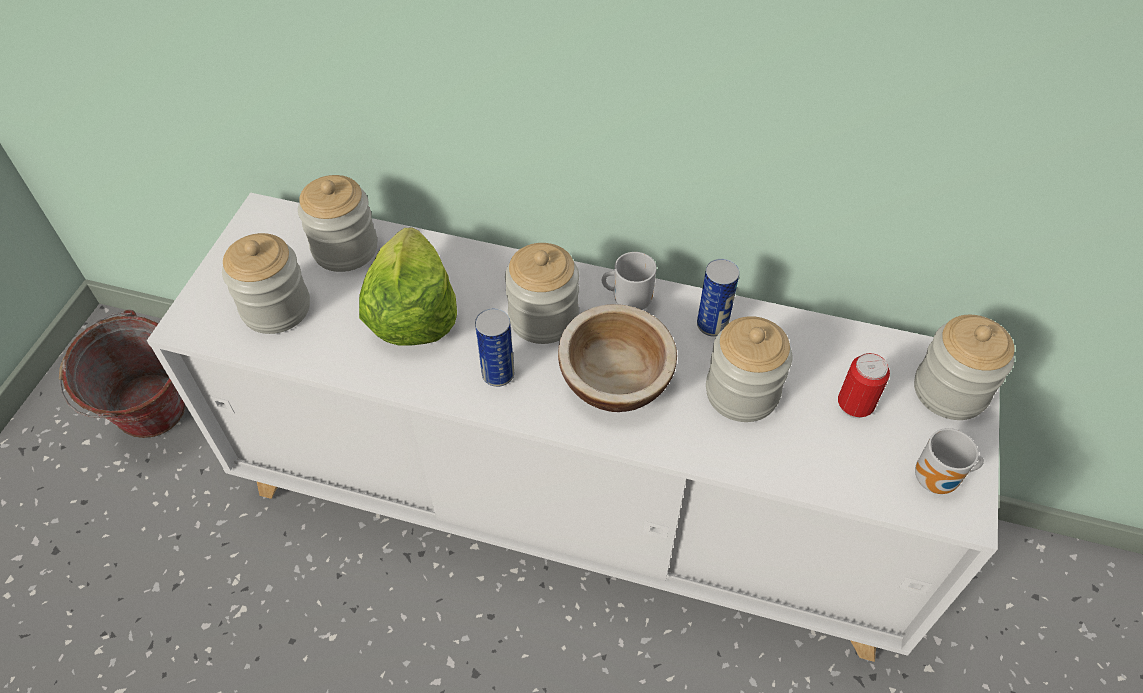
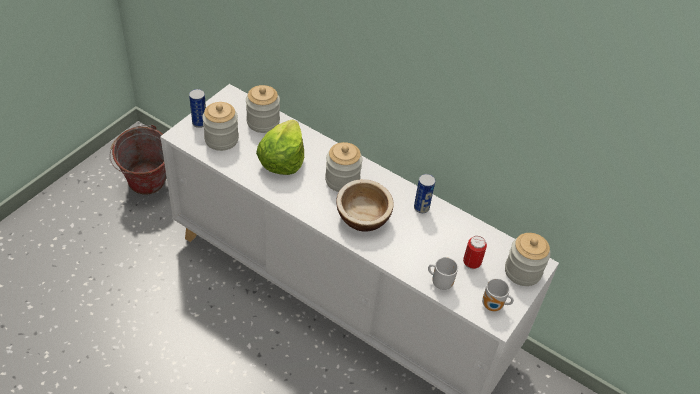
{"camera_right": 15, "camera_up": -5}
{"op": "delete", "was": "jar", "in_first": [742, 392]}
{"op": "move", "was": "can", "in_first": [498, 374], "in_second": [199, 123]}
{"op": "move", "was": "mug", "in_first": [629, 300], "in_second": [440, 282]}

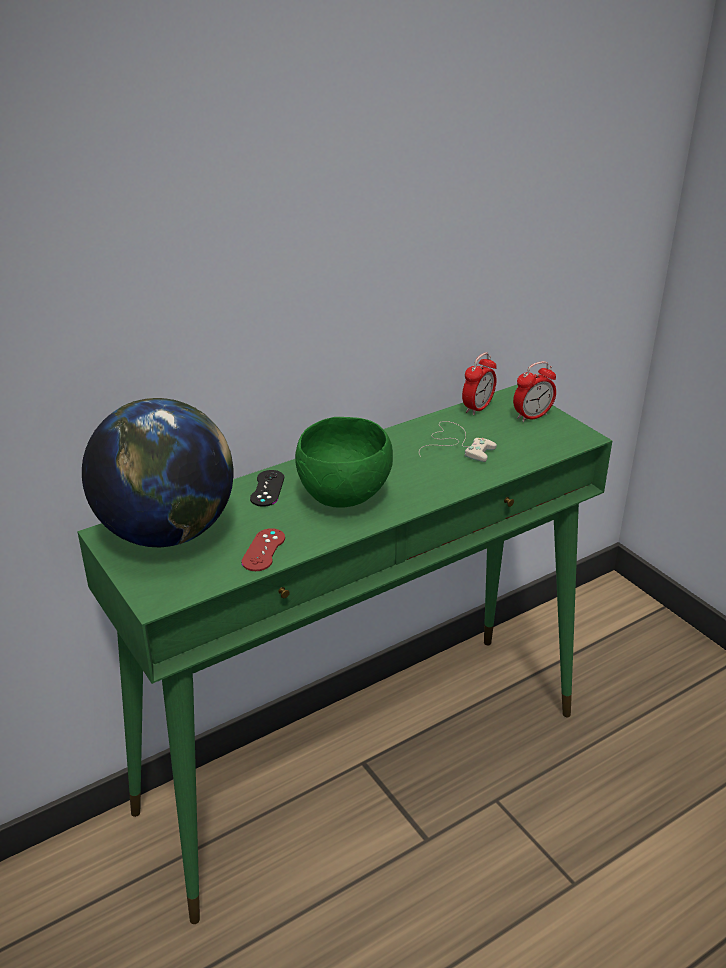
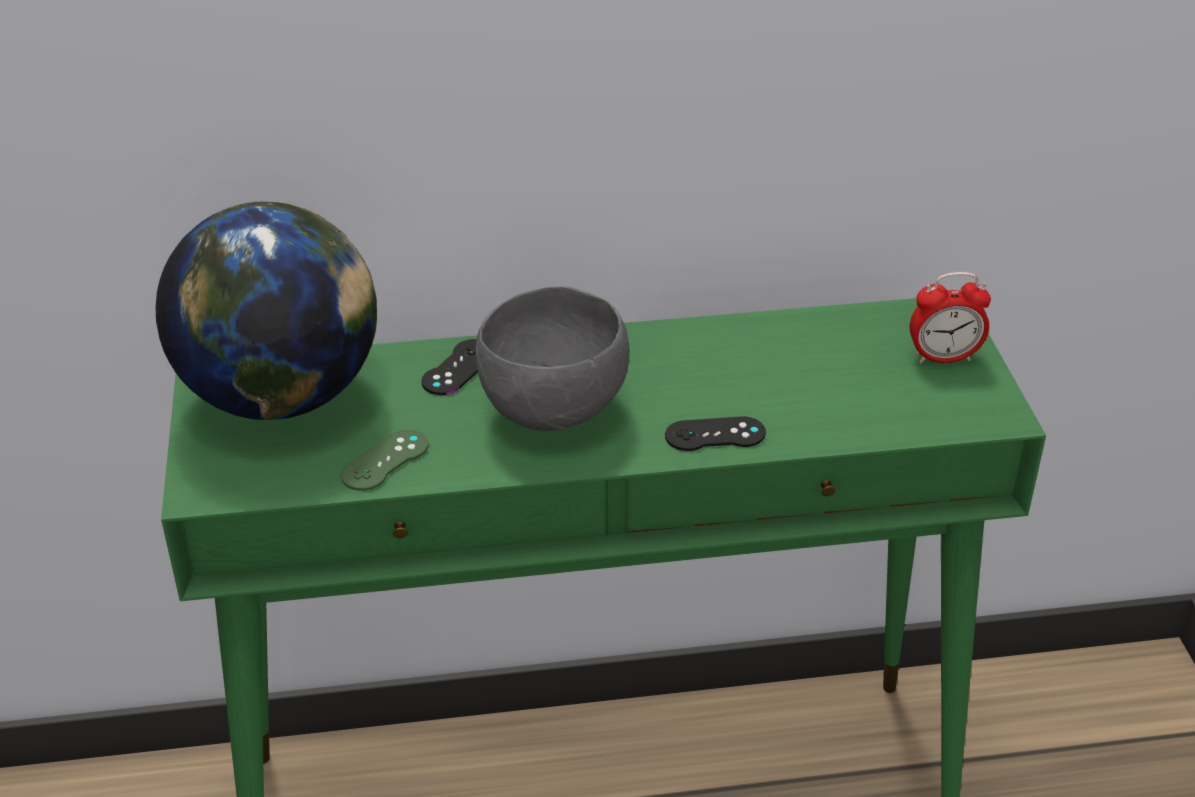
{"camera_right": 25, "camera_up": 5}
{"op": "delete", "was": "white_game_controller", "in_first": [456, 444]}
{"op": "delete", "was": "alarm_clock", "in_first": [478, 408]}
{"op": "insert", "now": "black_game_controller", "in_second": [715, 434]}
{"op": "recolor", "was": "red_game_controller", "now": "green_game_controller", "in_first": [263, 550], "in_second": [385, 461]}
{"op": "recolor", "was": "green_bowl", "now": "grey_bowl", "in_first": [345, 496], "in_second": [556, 411]}

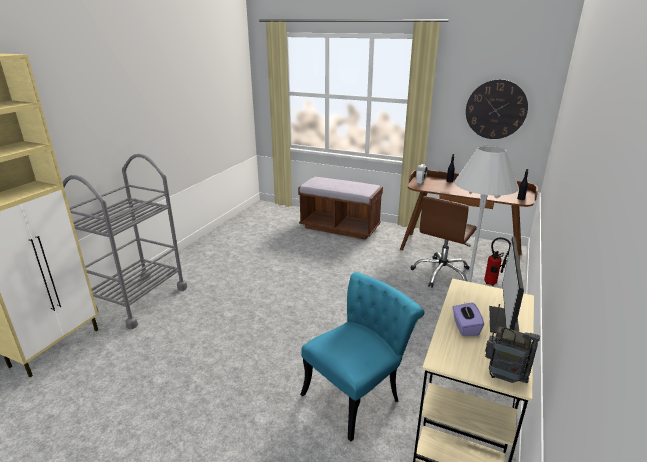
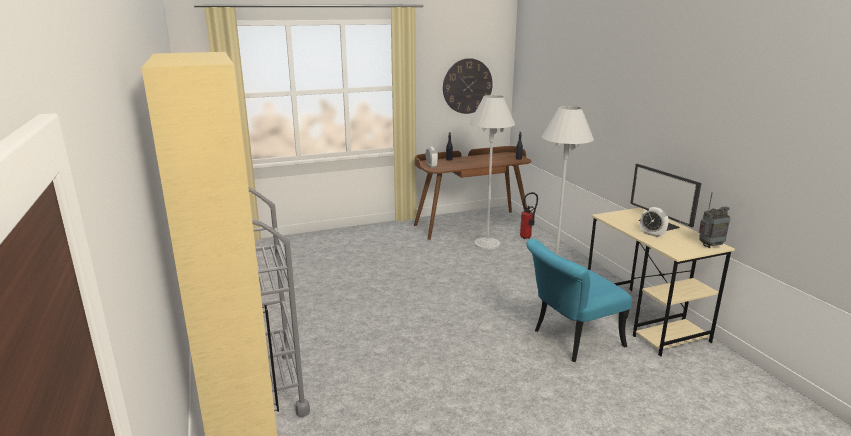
{"camera_right": -45, "camera_up": -5}
{"op": "delete", "was": "brown_bench", "in_first": [340, 227]}
{"op": "replace", "was": "brown_office_chair", "now": "white_floor_lamp", "in_first": [442, 273], "in_second": [487, 244]}
{"op": "replace", "was": "purple_tissue_box", "now": "alarm_clock", "in_first": [465, 327], "in_second": [652, 234]}
{"op": "rotate", "was": "turquoise_chair", "in_first": [358, 393], "in_second": [570, 340], "clockwise": -120}

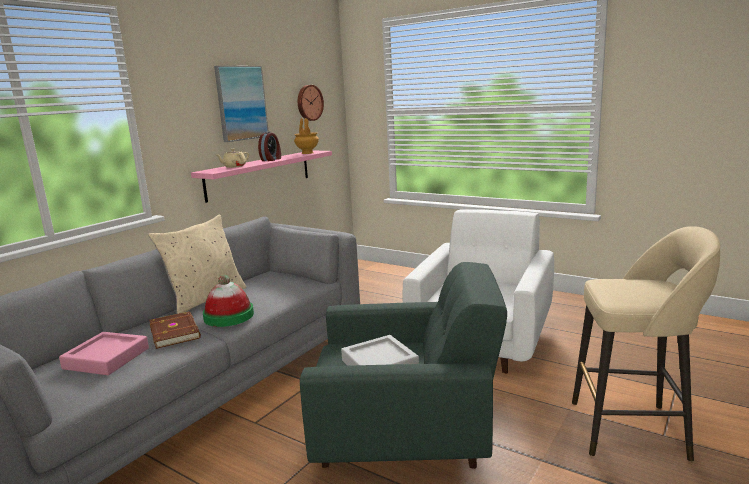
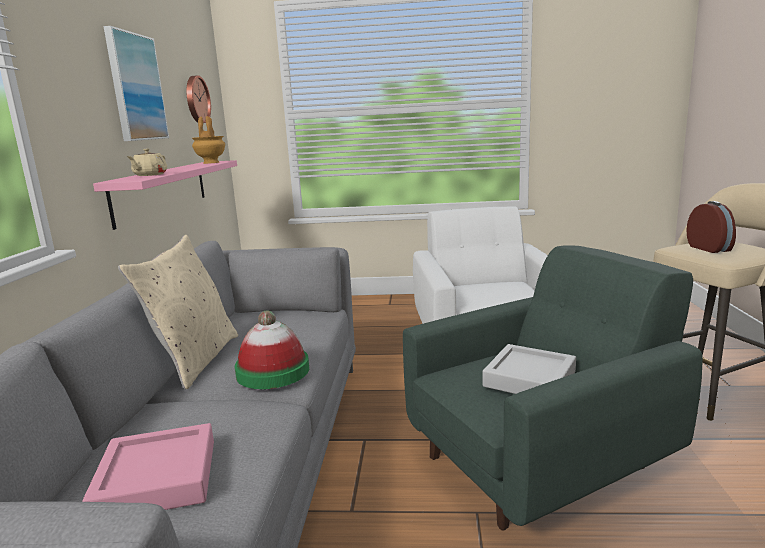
{"camera_right": -30, "camera_up": 0}
{"op": "delete", "was": "brown_book", "in_first": [176, 332]}
{"op": "move", "was": "alarm_clock", "in_first": [271, 159], "in_second": [710, 248]}

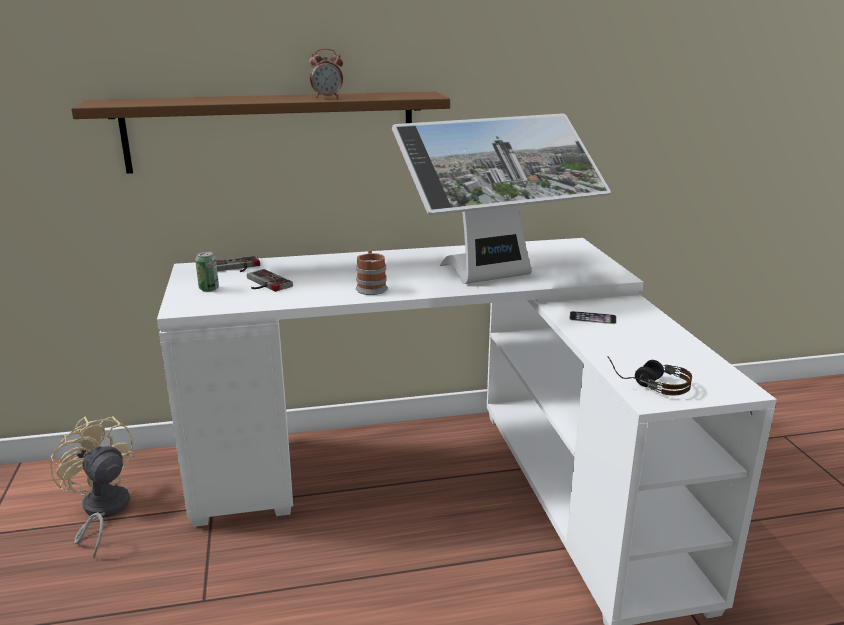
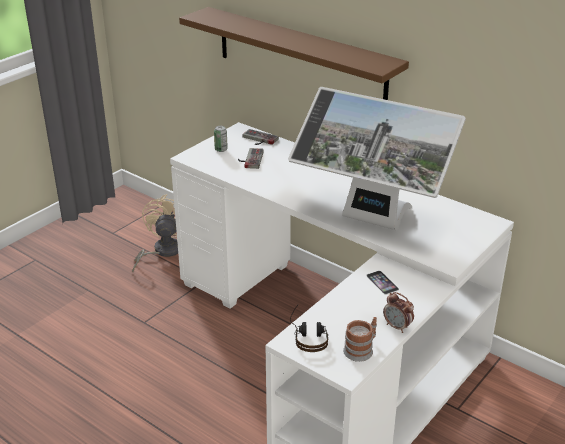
{"camera_right": 50, "camera_up": 10}
{"op": "move", "was": "alarm_clock", "in_first": [327, 97], "in_second": [397, 327]}
{"op": "move", "was": "mug", "in_first": [371, 287], "in_second": [361, 349]}

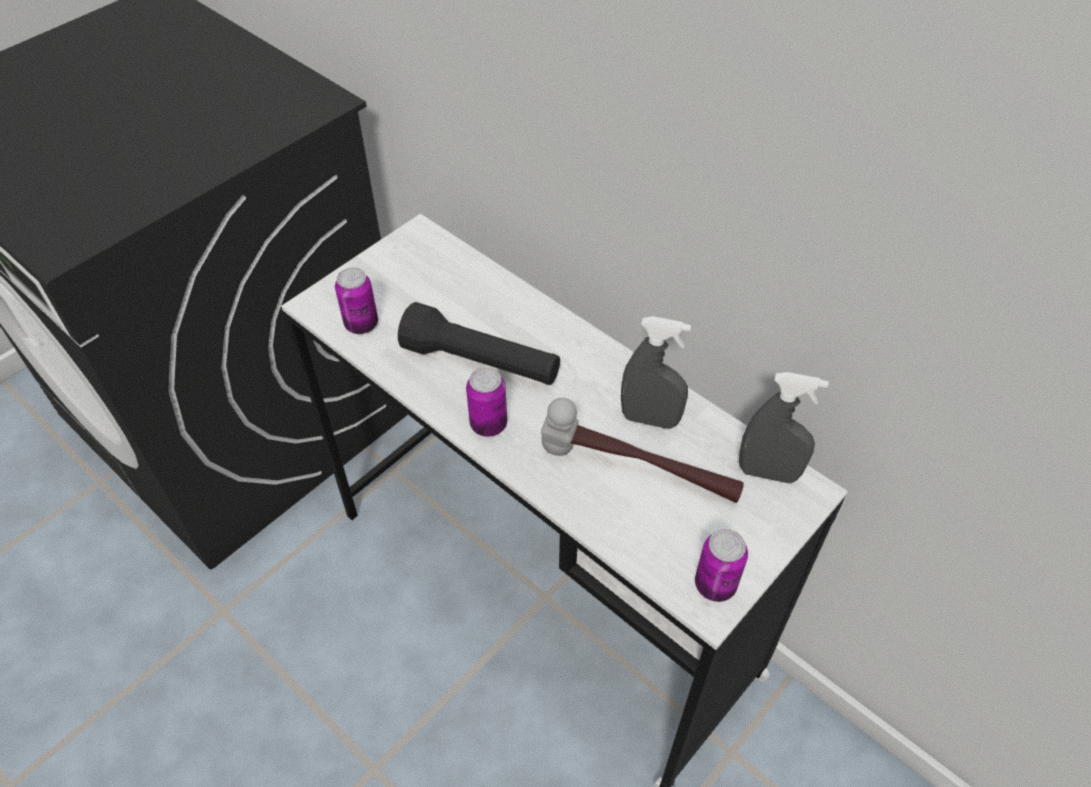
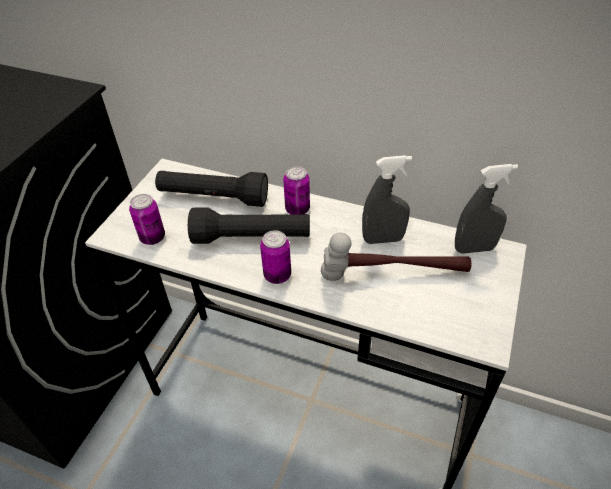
{"camera_right": -20, "camera_up": -5}
{"op": "insert", "now": "black_flashlight", "in_second": [213, 197]}
{"op": "move", "was": "can", "in_first": [715, 585], "in_second": [297, 209]}

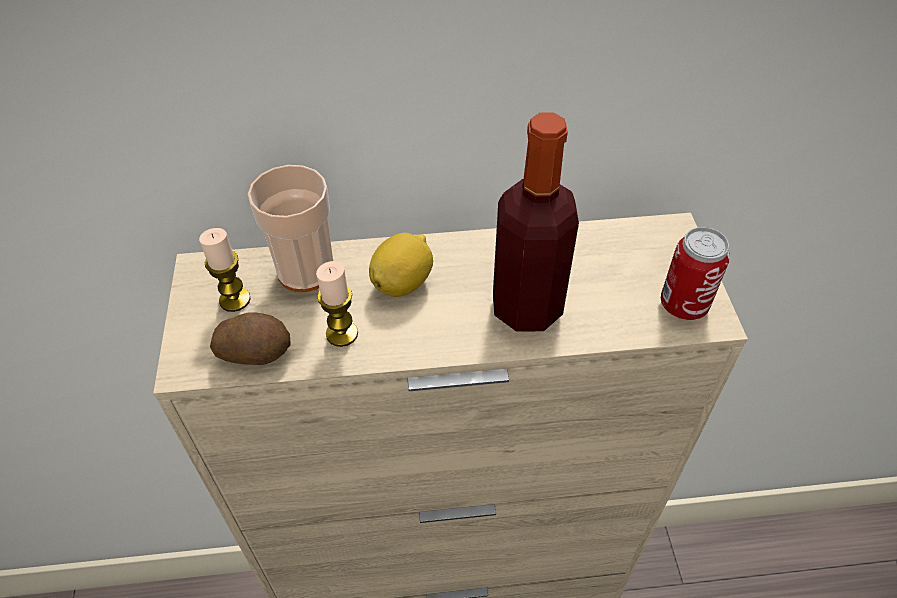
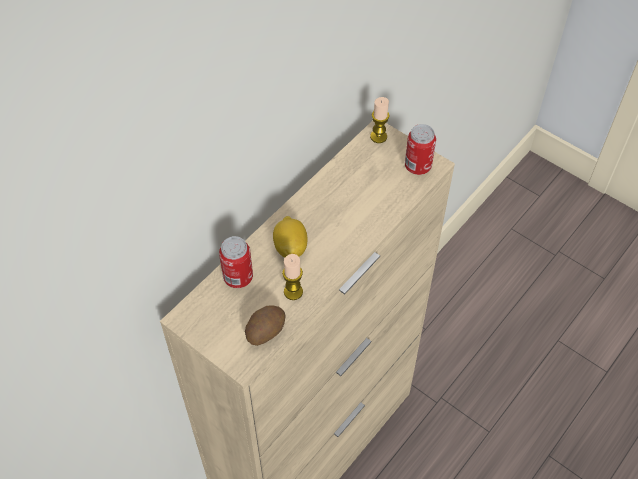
{"camera_right": -45, "camera_up": 5}
{"op": "delete", "was": "bottle", "in_first": [527, 308]}
{"op": "move", "was": "candle", "in_first": [235, 300], "in_second": [378, 136]}
{"op": "replace", "was": "cup", "now": "can", "in_first": [305, 271], "in_second": [238, 277]}

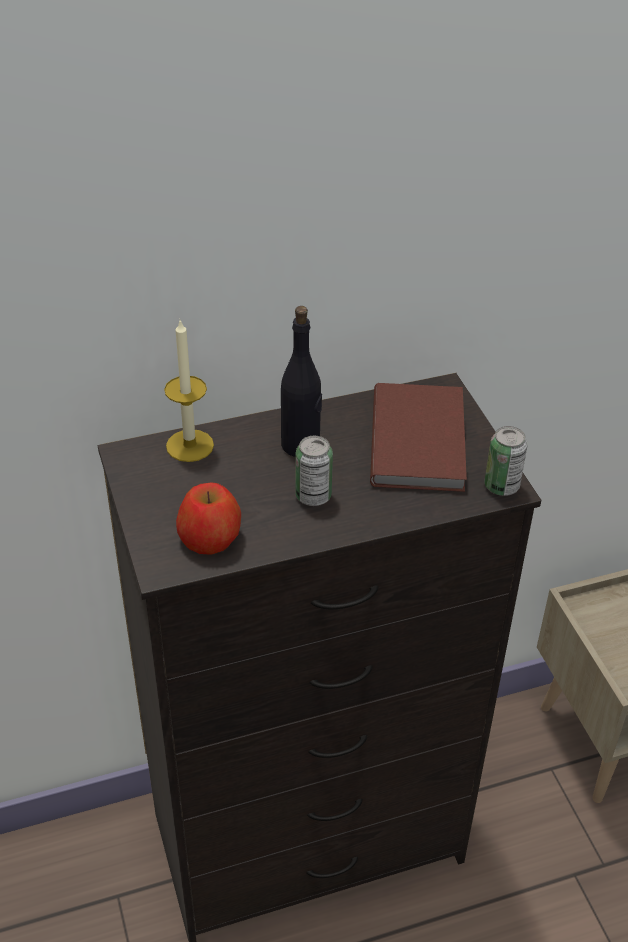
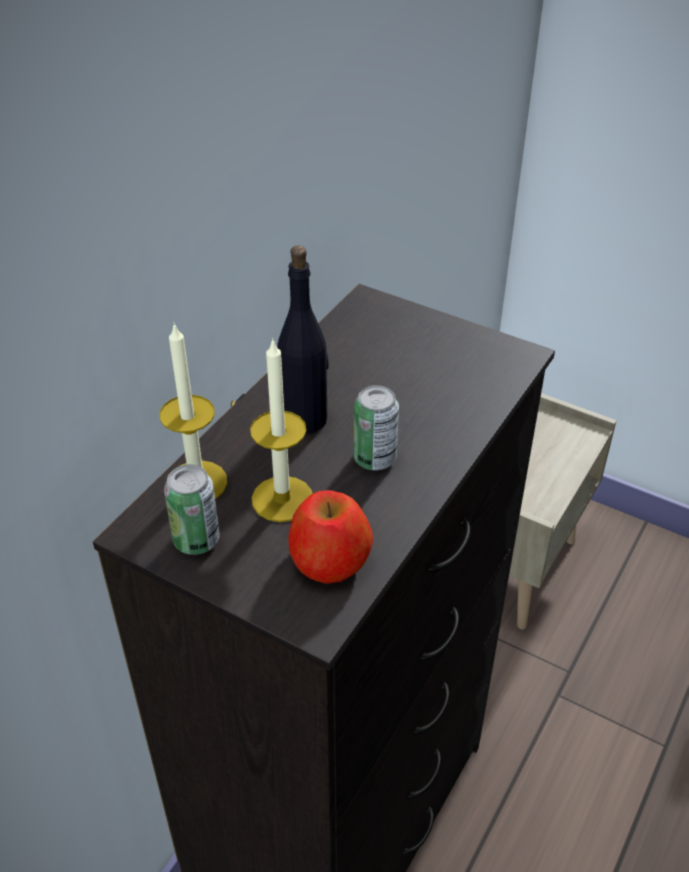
{"camera_right": -40, "camera_up": 0}
{"op": "delete", "was": "brown_book", "in_first": [421, 440]}
{"op": "insert", "now": "candle", "in_second": [282, 499]}
{"op": "move", "was": "can", "in_first": [501, 486], "in_second": [196, 540]}

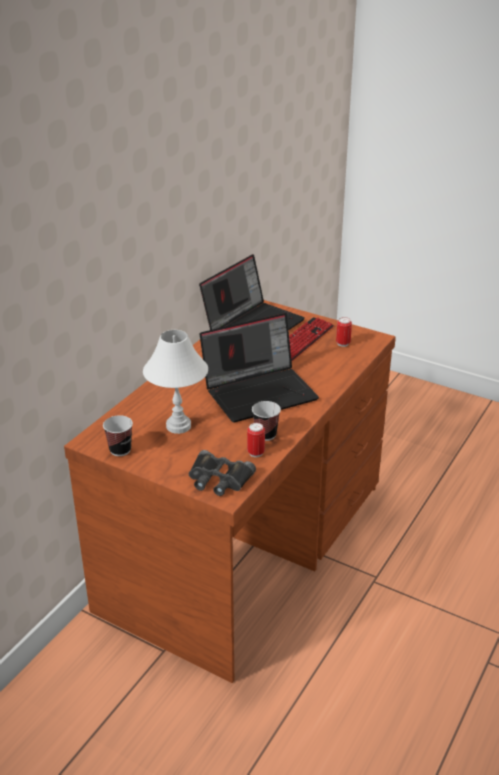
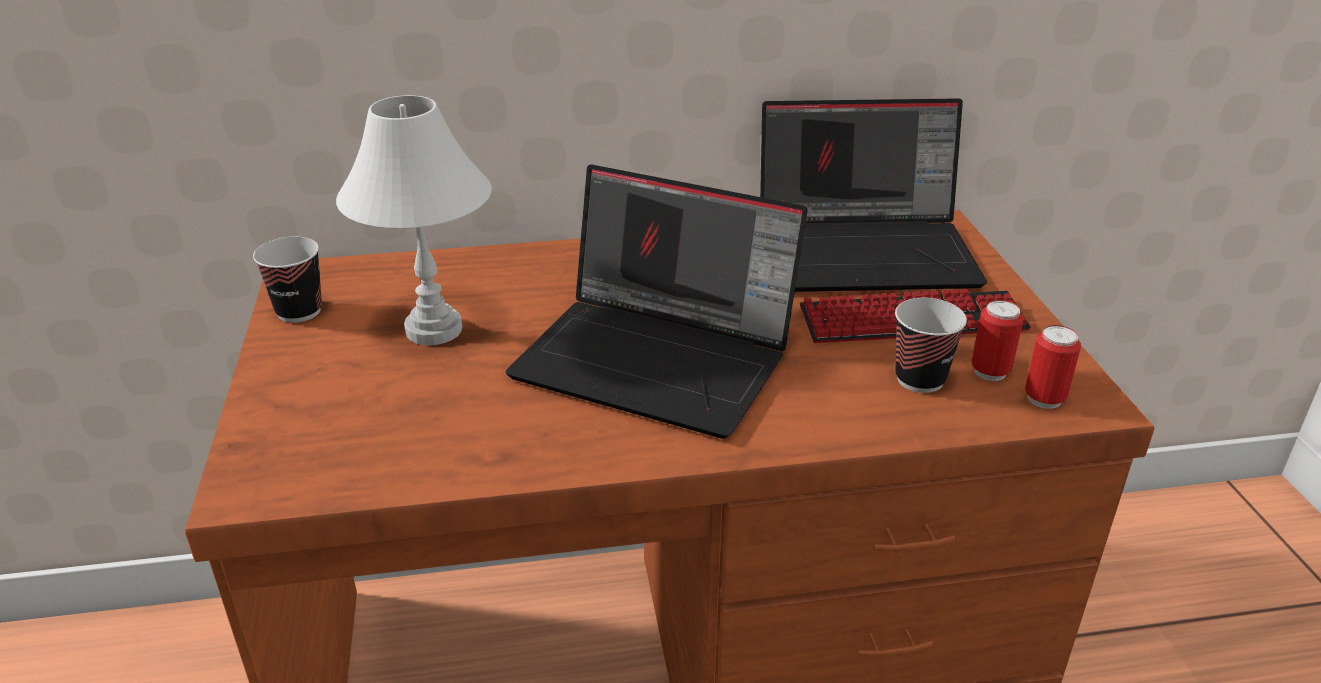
{"camera_right": 50, "camera_up": 0}
{"op": "delete", "was": "black_binoculars", "in_first": [219, 479]}
{"op": "move", "was": "can", "in_first": [256, 453], "in_second": [1044, 399]}
{"op": "move", "was": "cup", "in_first": [265, 435], "in_second": [920, 379]}

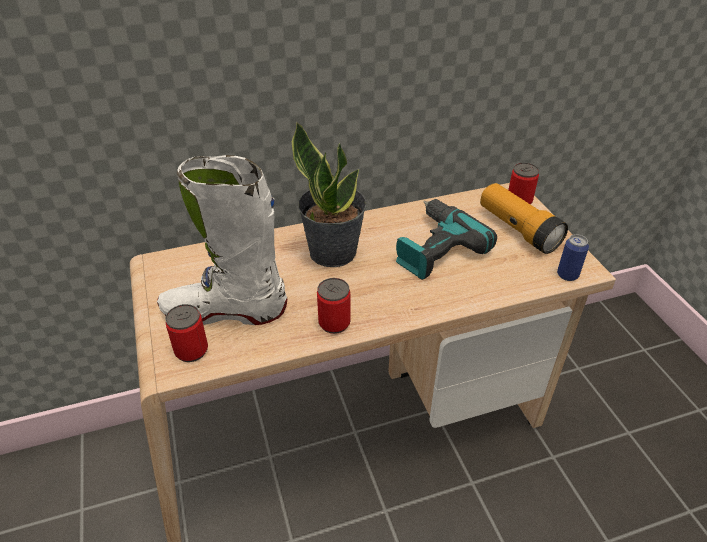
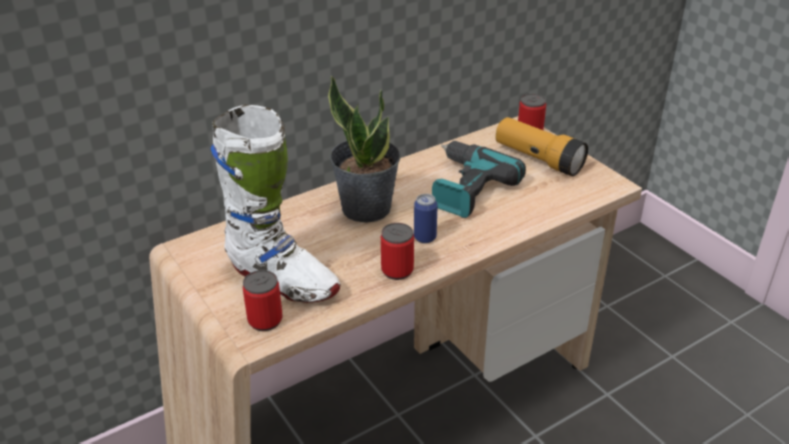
{"camera_right": -15, "camera_up": -5}
{"op": "move", "was": "can", "in_first": [567, 275], "in_second": [425, 237]}
{"op": "rotate", "was": "white_boot", "in_first": [225, 312], "in_second": [282, 280], "clockwise": -135}

